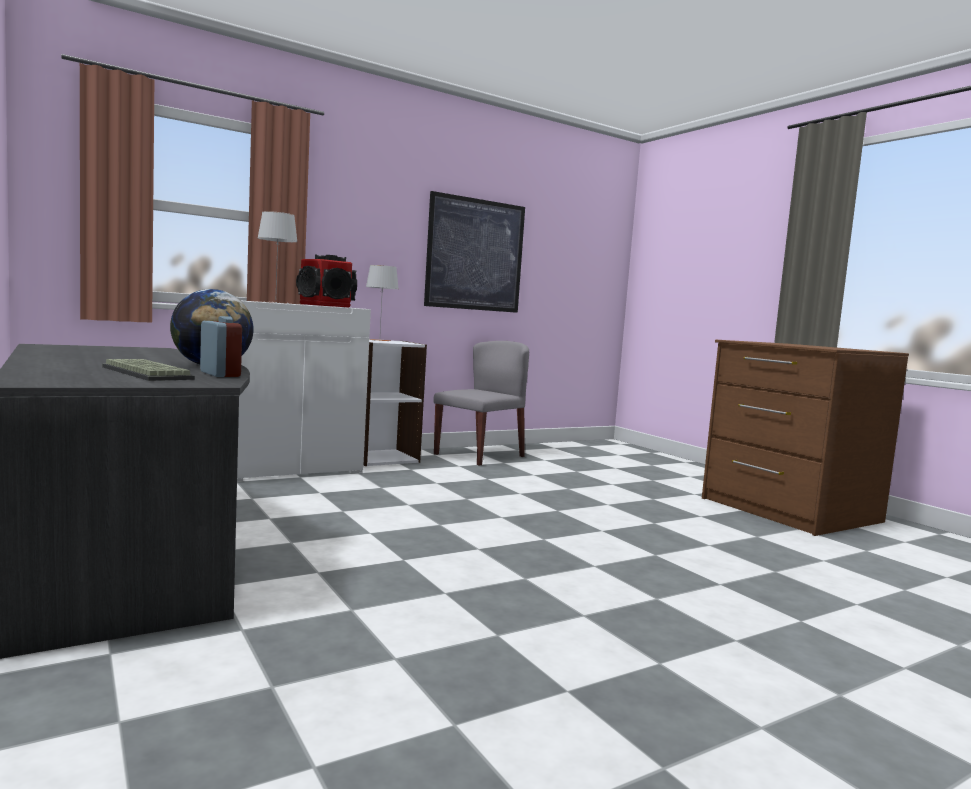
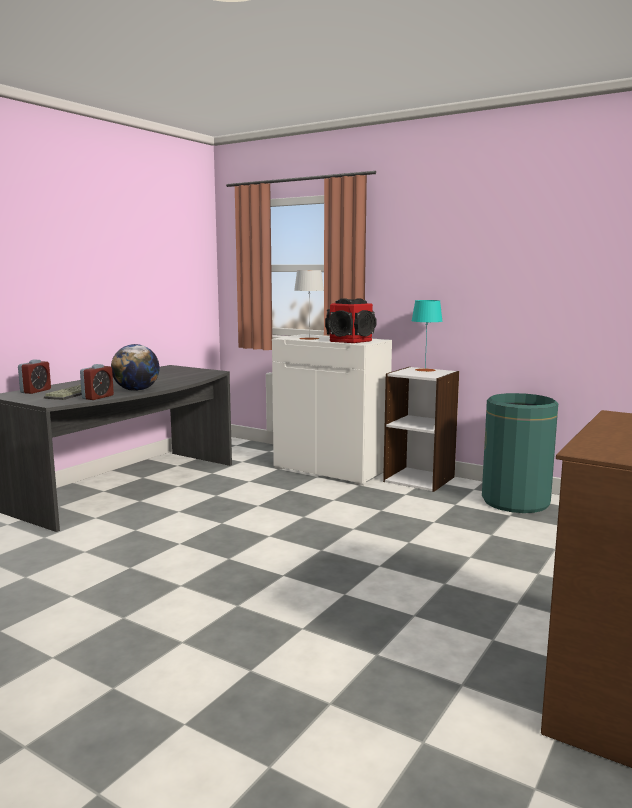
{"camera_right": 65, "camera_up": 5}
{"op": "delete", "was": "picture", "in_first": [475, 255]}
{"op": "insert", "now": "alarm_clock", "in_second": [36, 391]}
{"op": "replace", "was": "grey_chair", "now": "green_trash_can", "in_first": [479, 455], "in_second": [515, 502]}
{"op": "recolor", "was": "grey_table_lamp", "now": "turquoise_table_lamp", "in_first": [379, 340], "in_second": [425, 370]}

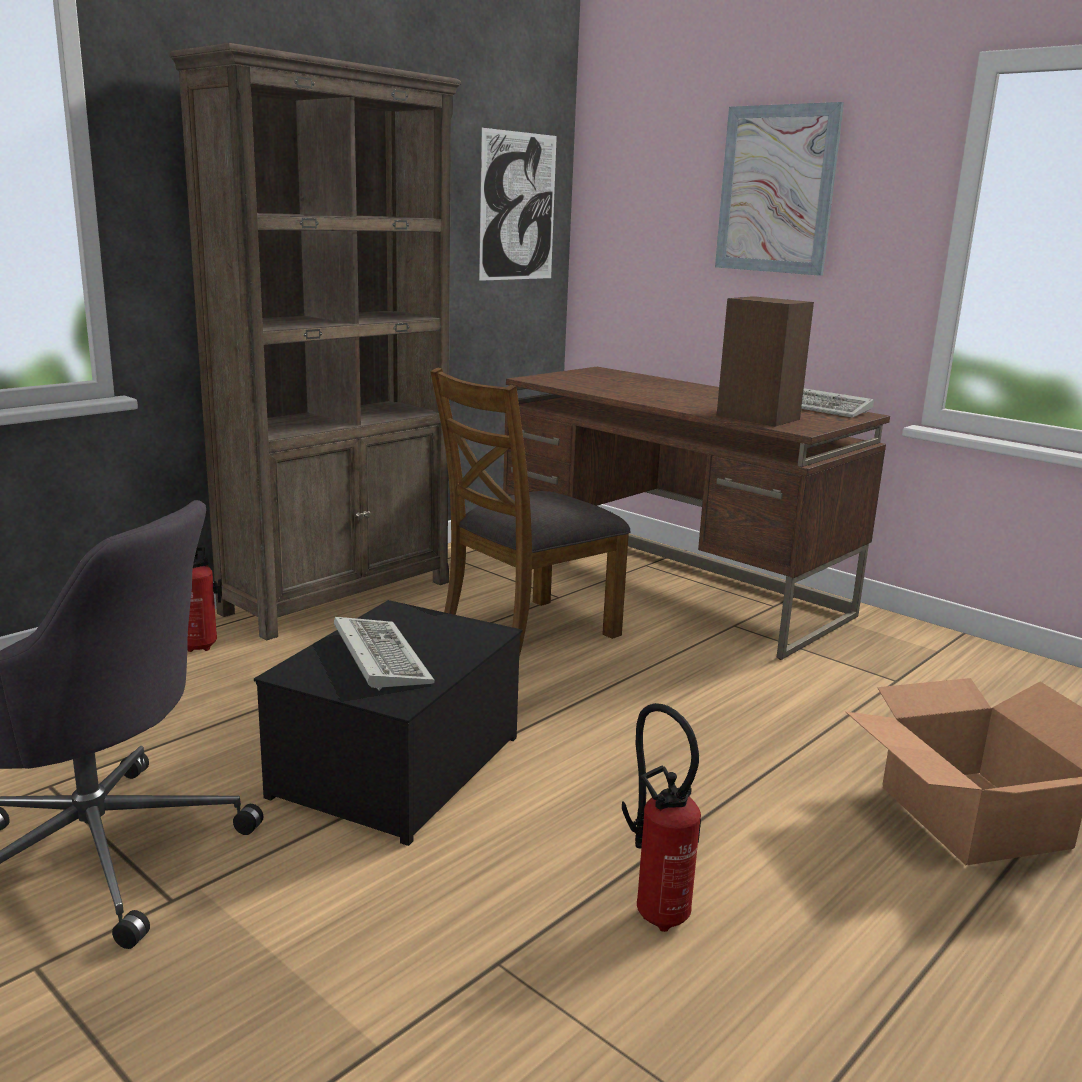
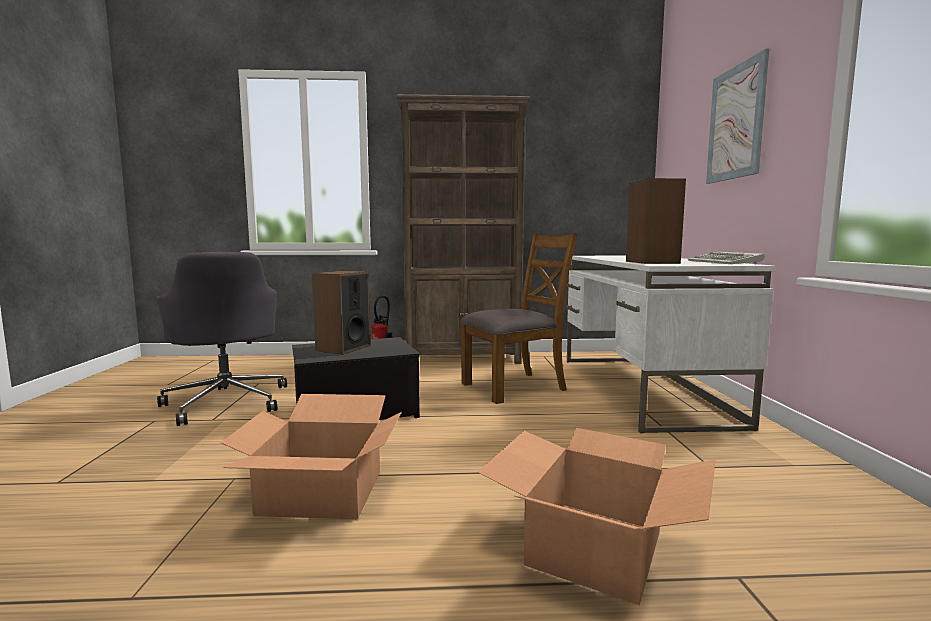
{"camera_right": 45, "camera_up": -10}
{"op": "delete", "was": "picture", "in_first": [518, 207]}
{"op": "replace", "was": "keyboard", "now": "speaker", "in_first": [378, 656], "in_second": [343, 348]}
{"op": "replace", "was": "fire_extinguisher", "now": "cardboard_box", "in_first": [658, 911], "in_second": [321, 494]}
{"op": "recolor", "was": "brown_desk", "now": "white_desk", "in_first": [671, 588], "in_second": [641, 389]}
{"op": "rotate", "was": "brown_chair", "in_first": [527, 633], "in_second": [514, 387], "clockwise": 150}

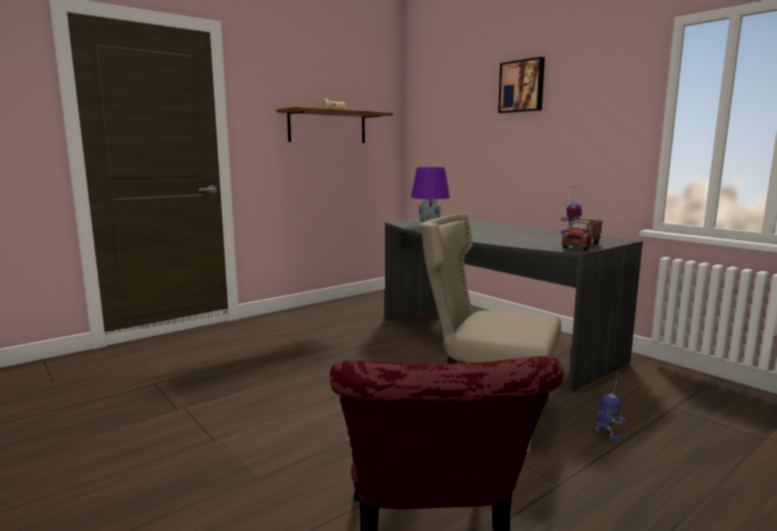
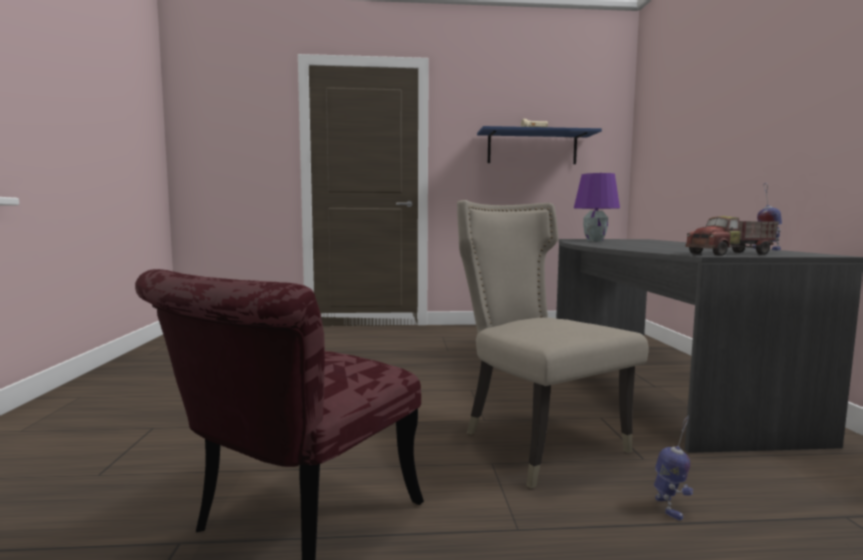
{"camera_right": 35, "camera_up": -5}
{"op": "delete", "was": "picture", "in_first": [522, 86]}
{"op": "recolor", "was": "brown_shelf", "now": "blue_shelf", "in_first": [327, 127], "in_second": [532, 148]}

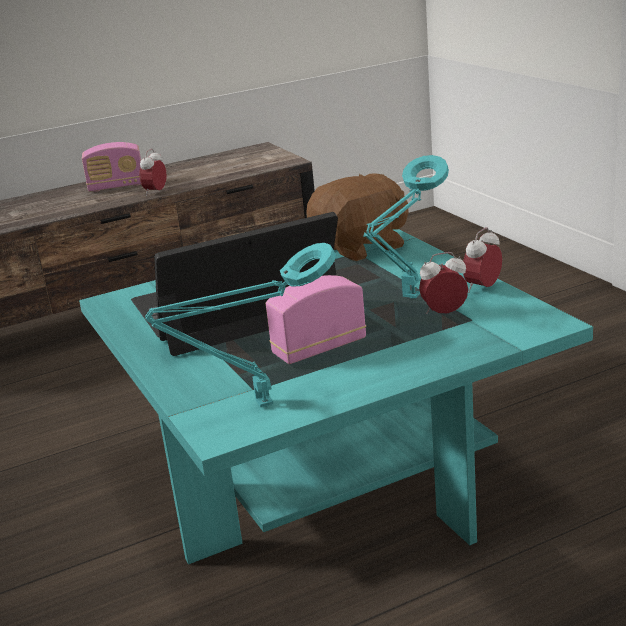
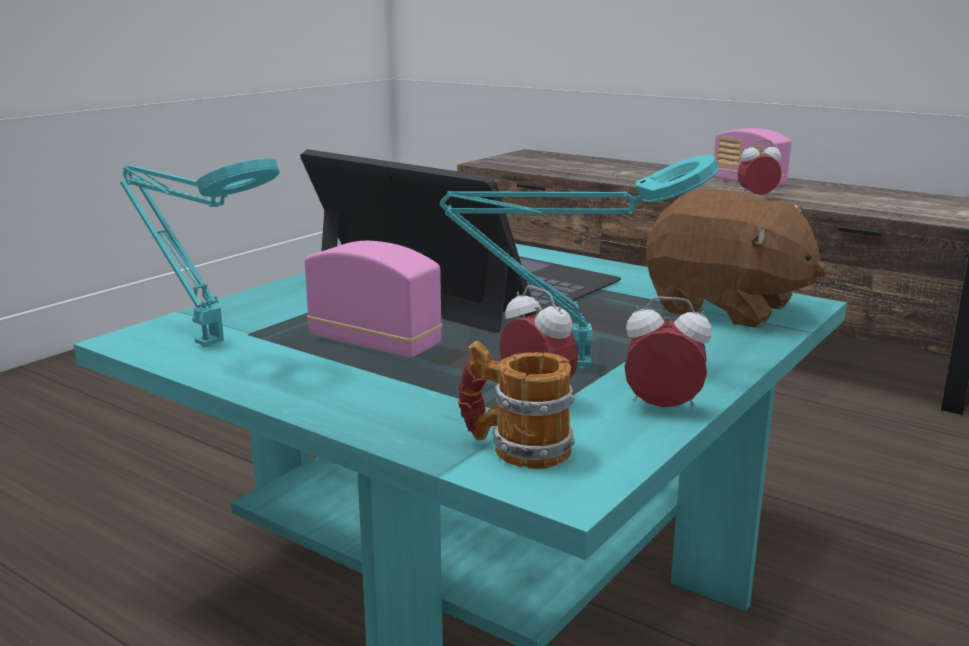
{"camera_right": 60, "camera_up": -5}
{"op": "insert", "now": "mug", "in_second": [515, 448]}

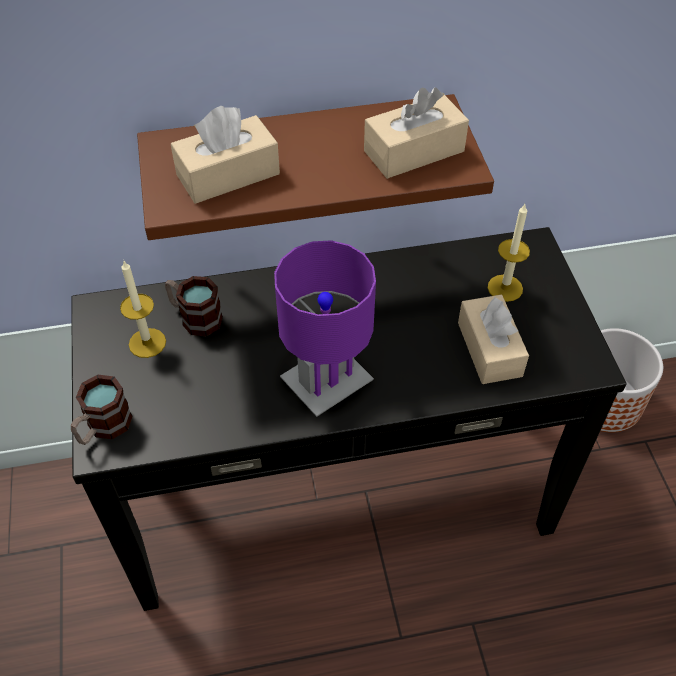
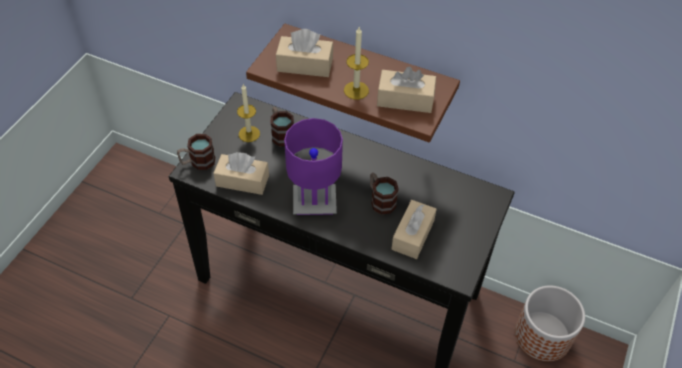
{"camera_right": 35, "camera_up": 0}
{"op": "insert", "now": "beige_tissue_box", "in_second": [242, 181]}
{"op": "insert", "now": "mug", "in_second": [380, 200]}
{"op": "move", "was": "candle", "in_first": [505, 288], "in_second": [356, 90]}

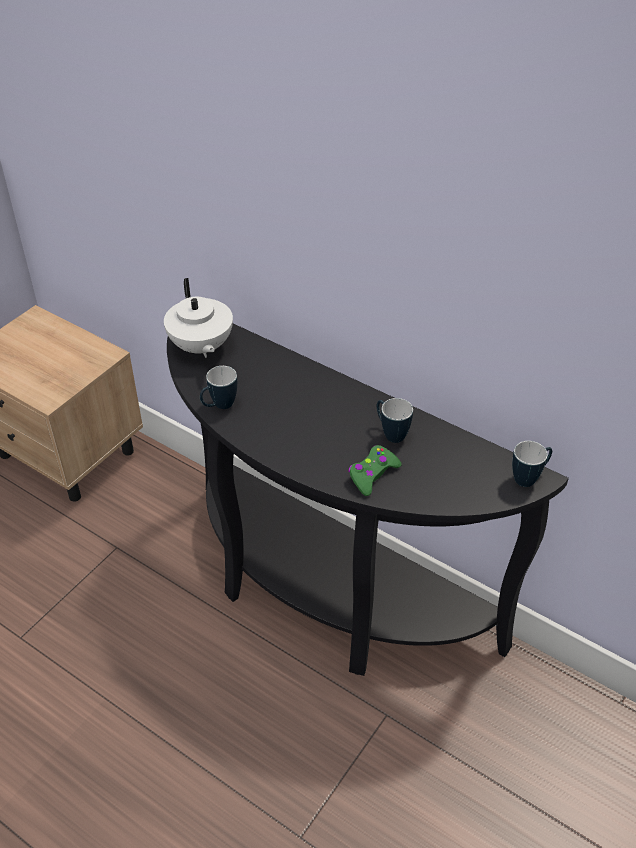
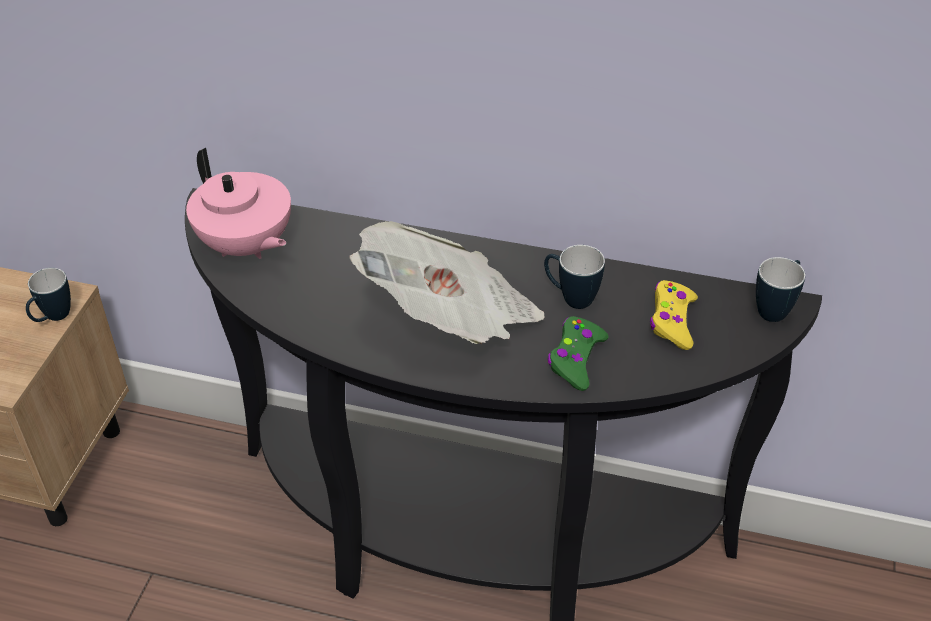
{"camera_right": -20, "camera_up": 0}
{"op": "insert", "now": "newspaper", "in_second": [451, 318]}
{"op": "insert", "now": "yellow_game_controller", "in_second": [672, 321]}
{"op": "move", "was": "mug", "in_first": [219, 406], "in_second": [53, 318]}
{"op": "recolor", "was": "white_teapot", "now": "pink_teapot", "in_first": [201, 347], "in_second": [246, 246]}

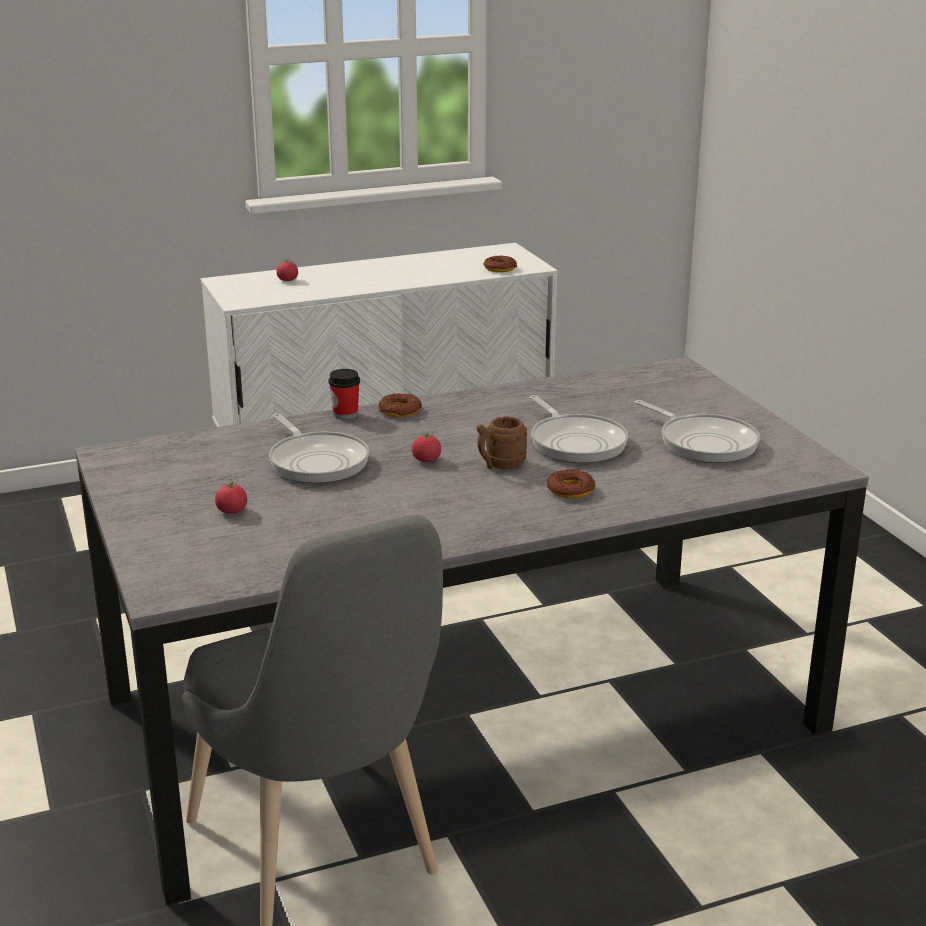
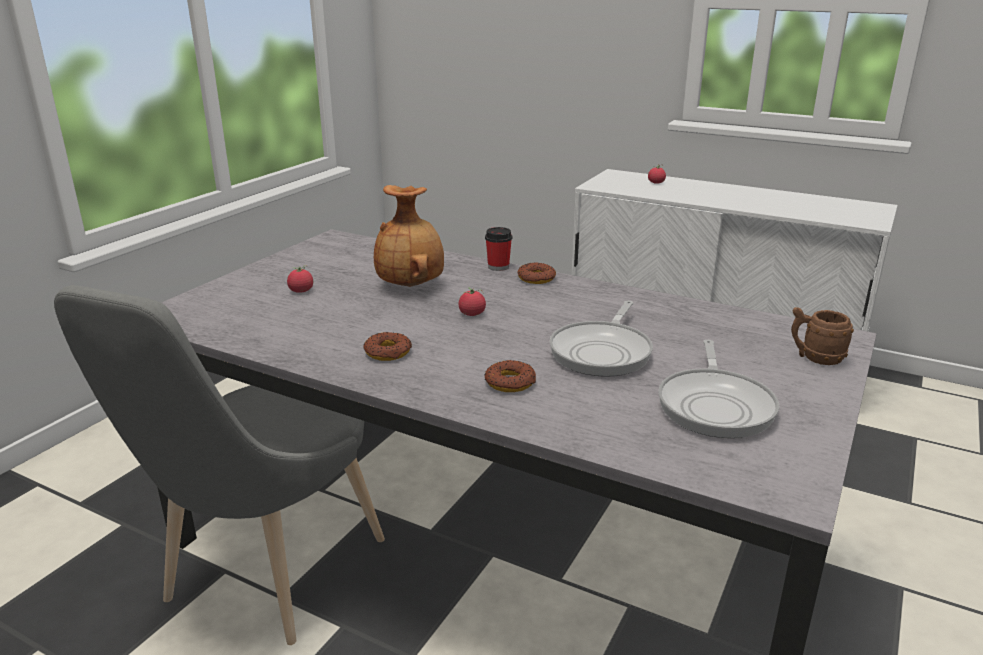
{"camera_right": 50, "camera_up": 0}
{"op": "move", "was": "brown_mug", "in_first": [500, 465], "in_second": [814, 358]}
{"op": "move", "was": "donut", "in_first": [500, 268], "in_second": [388, 352]}
{"op": "replace", "was": "frying_pan", "now": "brown_vase", "in_first": [316, 461], "in_second": [411, 285]}

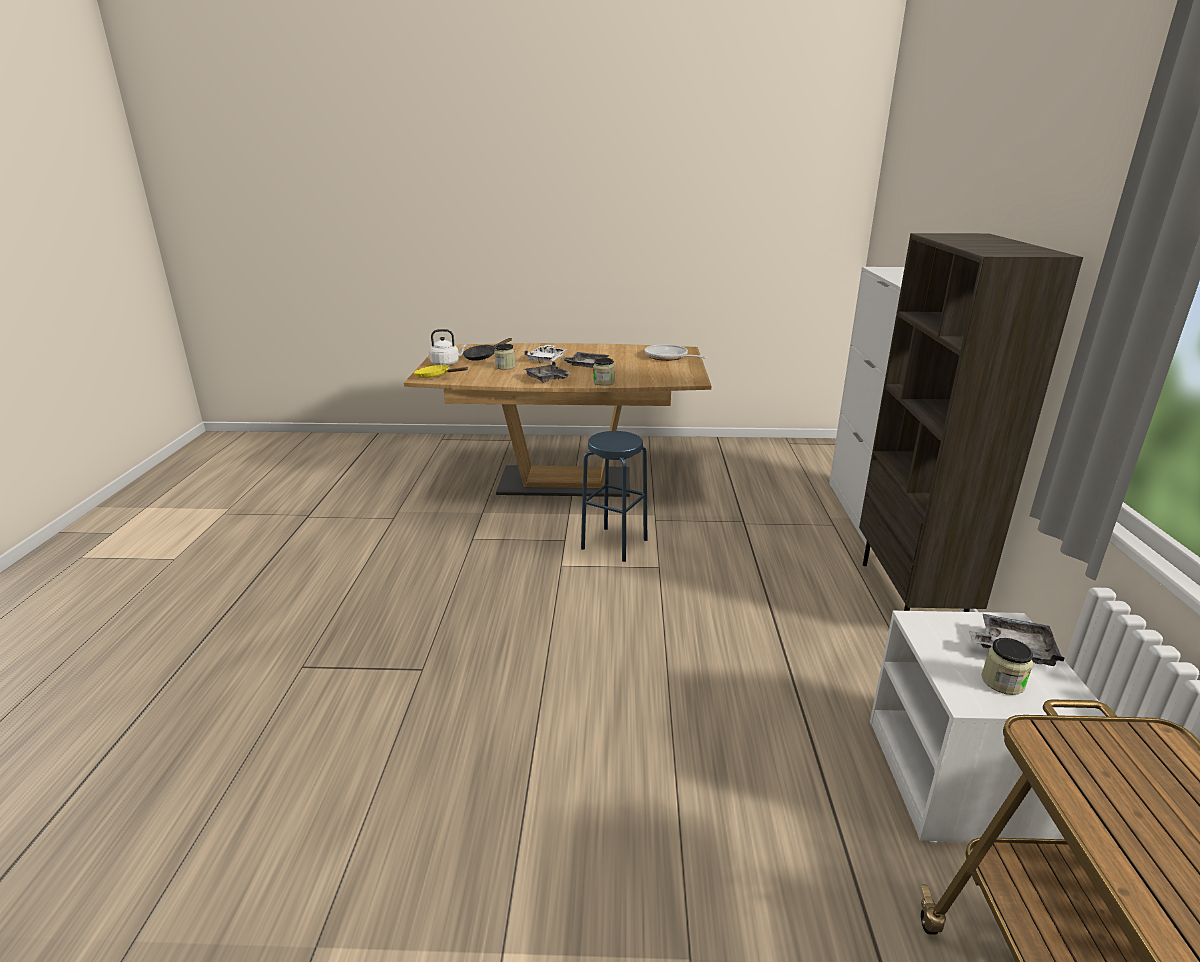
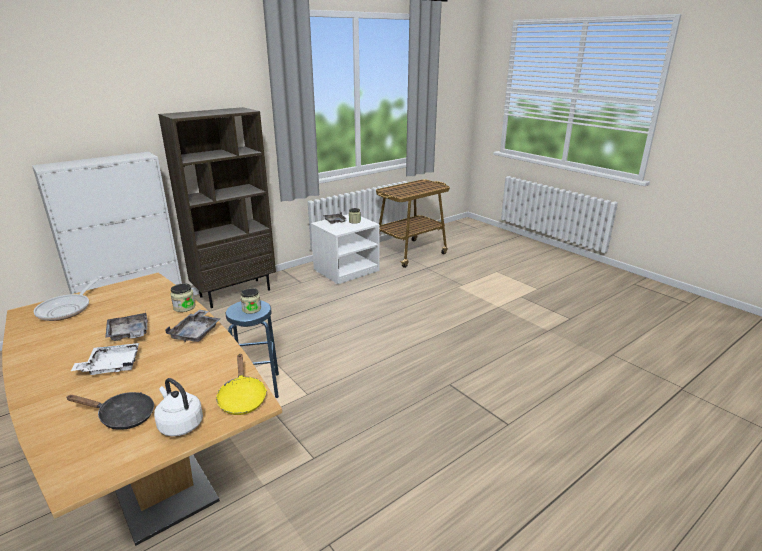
{"camera_right": -130, "camera_up": 0}
{"op": "move", "was": "jar", "in_first": [505, 367], "in_second": [251, 309]}

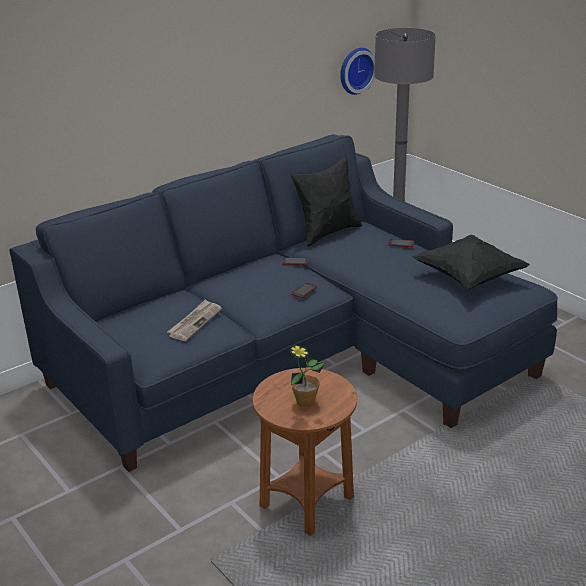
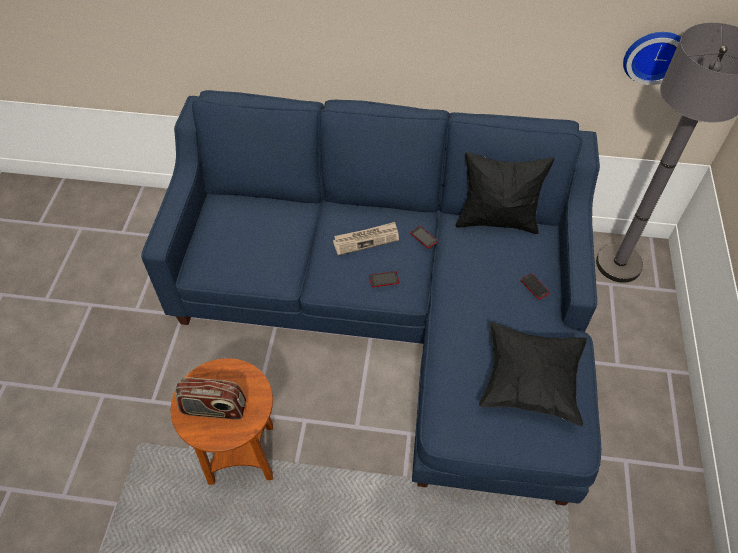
{"camera_right": 45, "camera_up": 25}
{"op": "move", "was": "newspaper", "in_first": [195, 322], "in_second": [366, 239]}
{"op": "replace", "was": "potted_plant", "now": "radio", "in_first": [305, 402], "in_second": [214, 409]}

